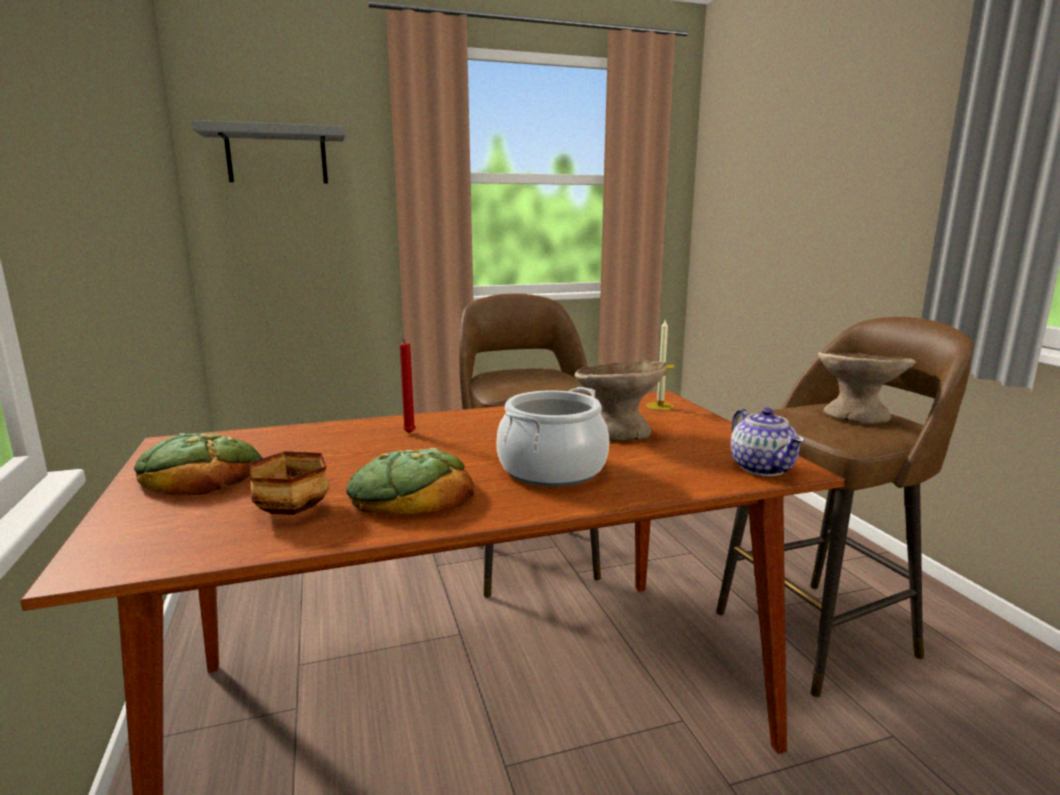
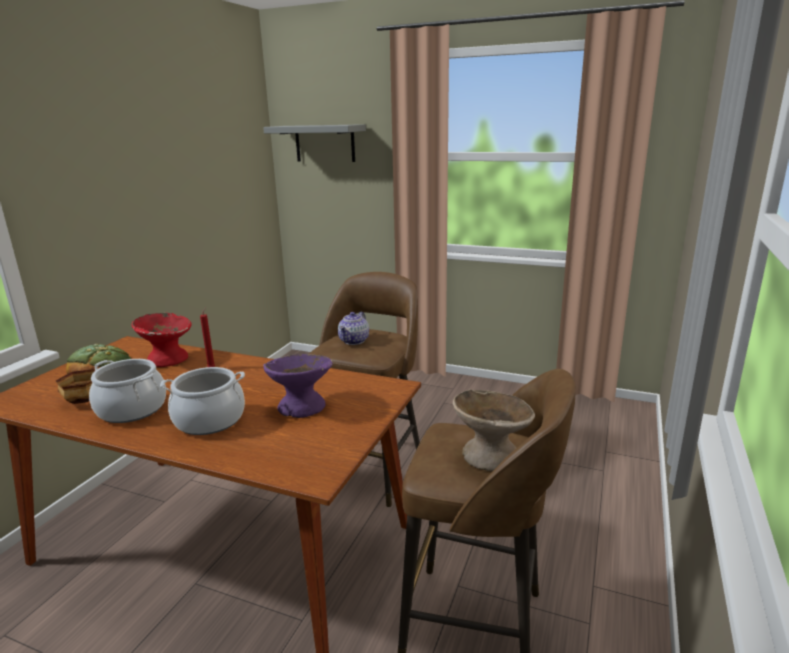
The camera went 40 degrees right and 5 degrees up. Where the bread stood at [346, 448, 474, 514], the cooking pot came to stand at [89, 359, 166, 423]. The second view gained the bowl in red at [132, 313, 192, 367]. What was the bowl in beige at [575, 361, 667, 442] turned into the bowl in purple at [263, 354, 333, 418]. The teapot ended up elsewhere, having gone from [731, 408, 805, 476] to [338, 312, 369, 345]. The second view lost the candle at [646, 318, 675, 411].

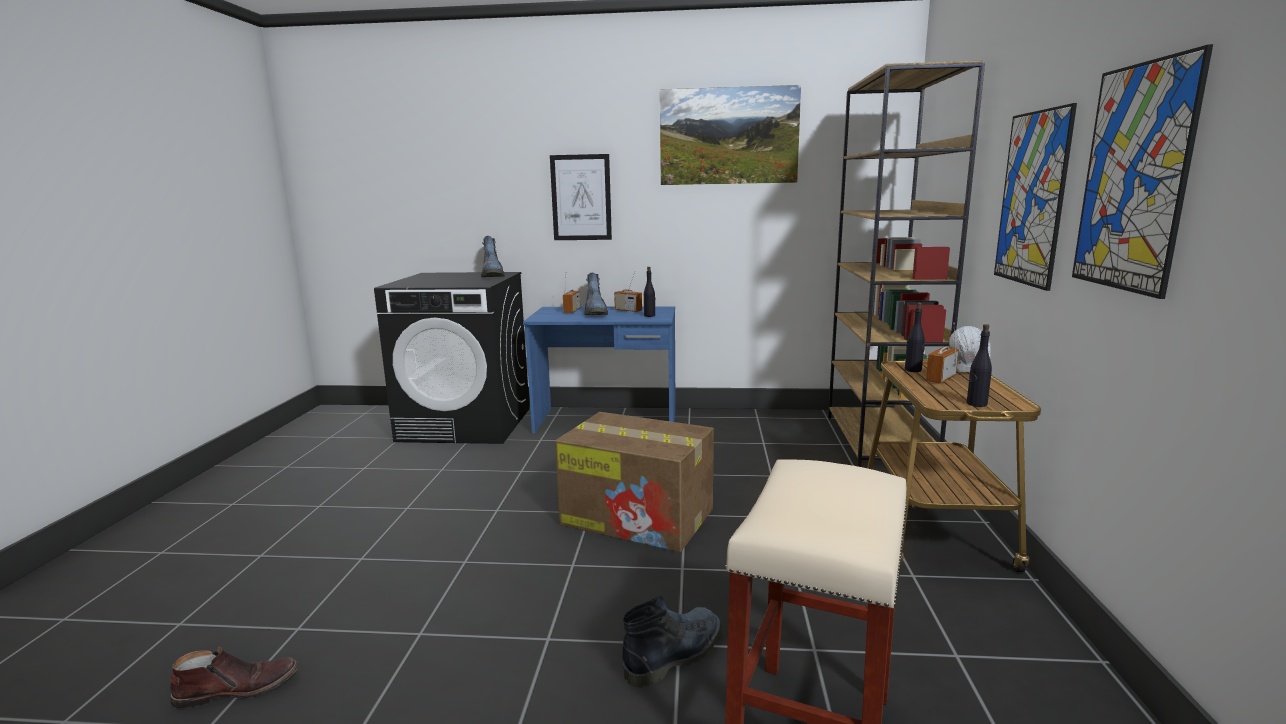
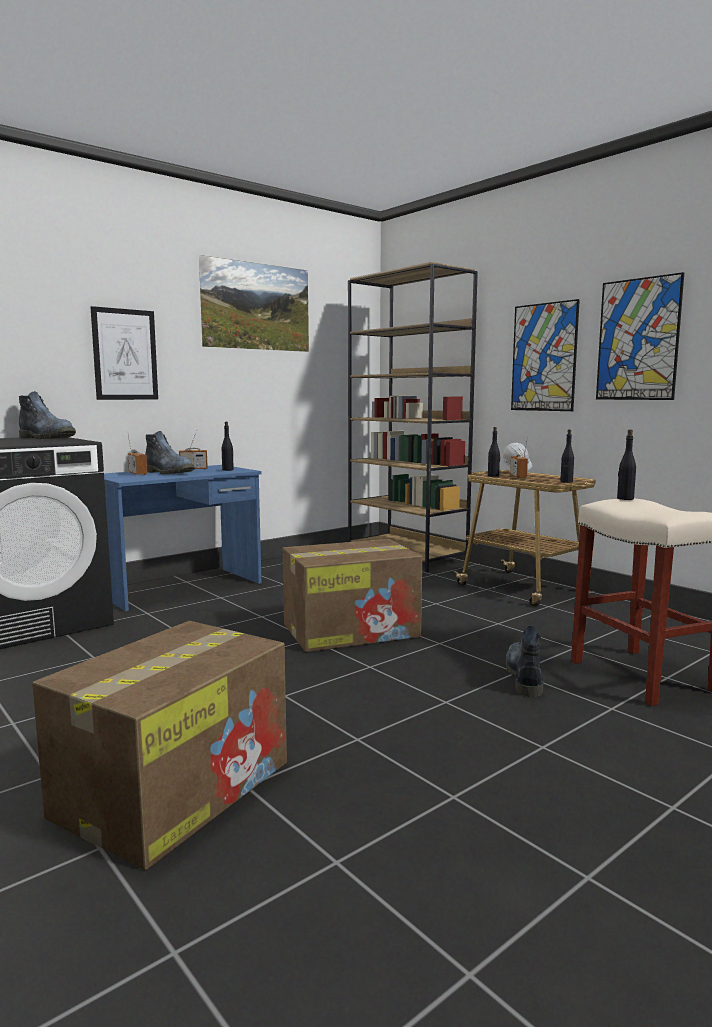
The camera went 45 degrees left and 5 degrees down. The second view gained the cardboard box at [32, 621, 287, 870]. The second view gained the bottle in black at [617, 430, 636, 500]. The second view lost the boot in brown at [170, 647, 299, 708].

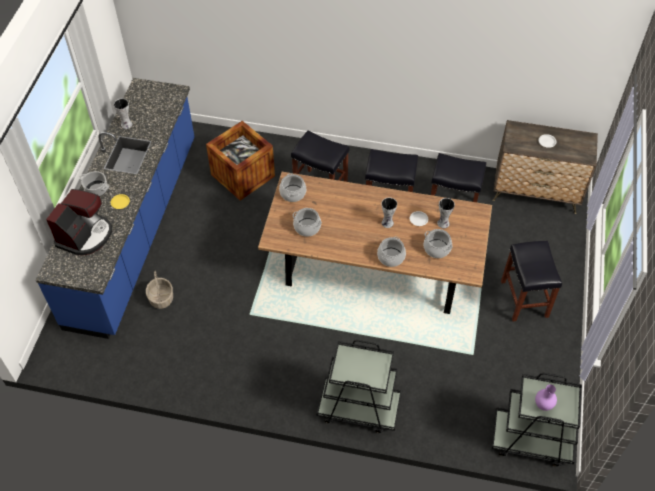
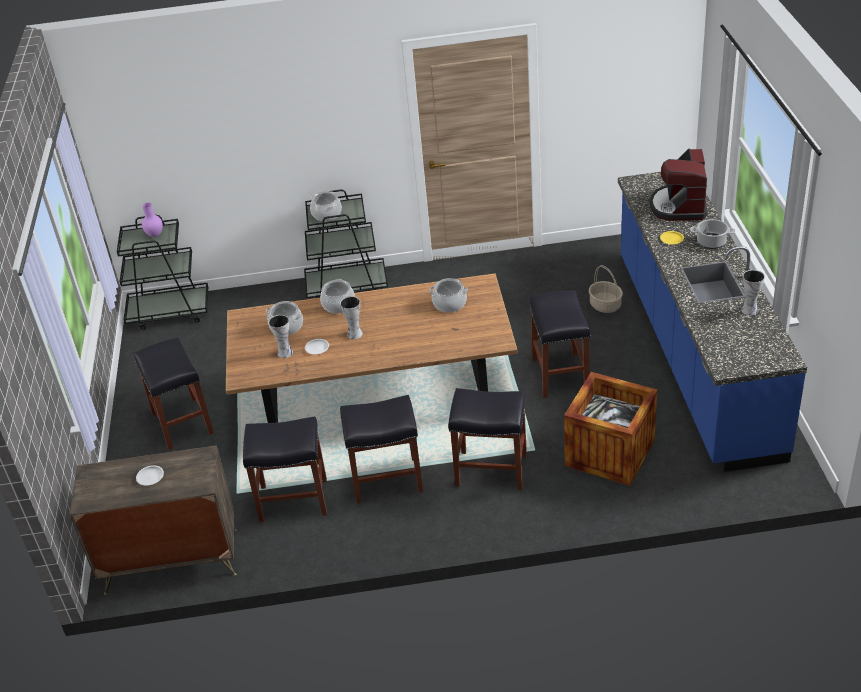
The camera went 165 degrees right and 15 degrees down. The cooking pot ended up elsewhere, having gone from [279, 173, 306, 202] to [310, 191, 342, 221]. The second view gained the stool in black at [529, 290, 590, 398].

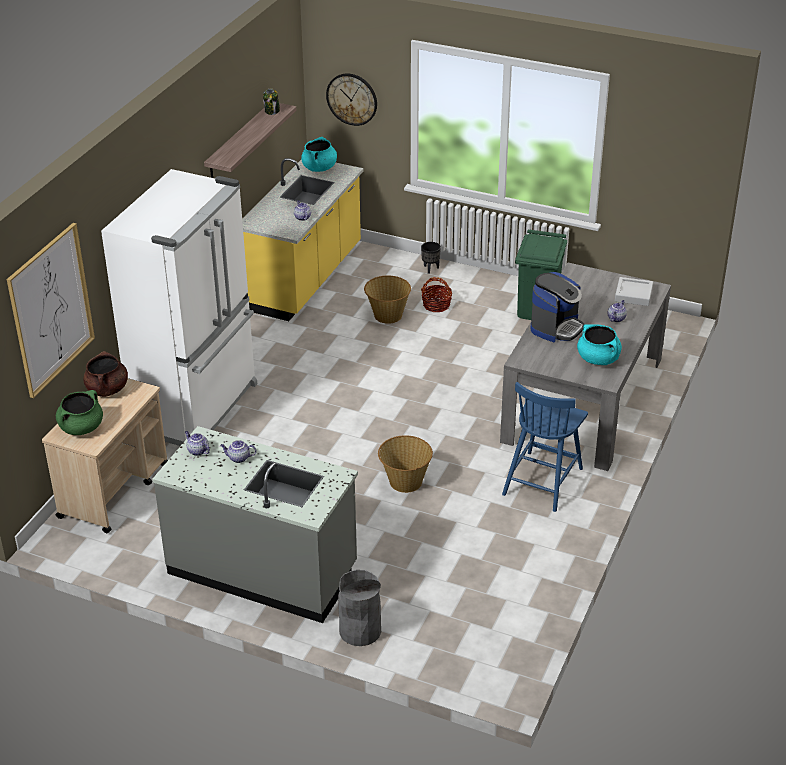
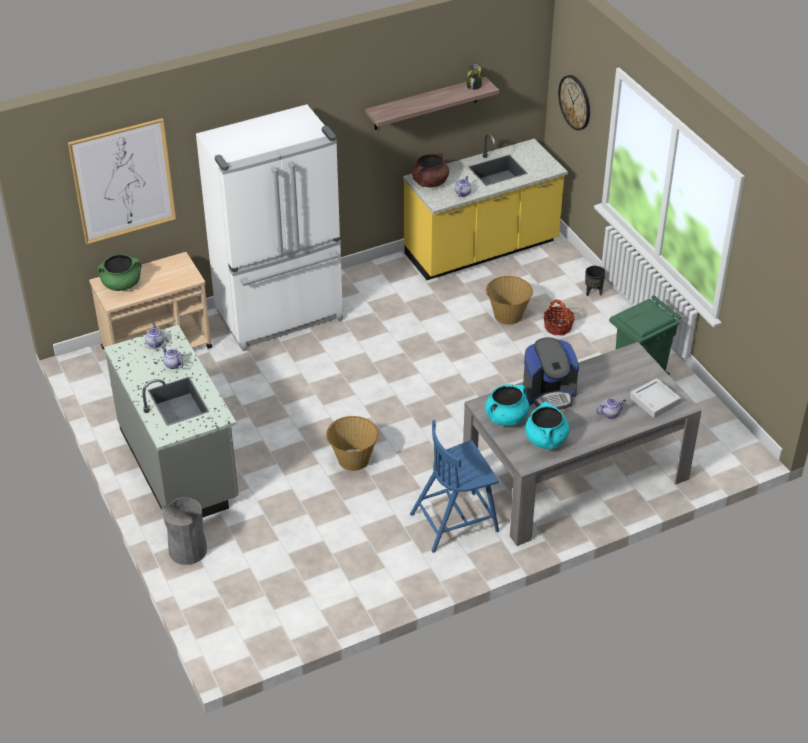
The camera went 40 degrees right and 5 degrees up. The cooking pot in brown ended up elsewhere, having gone from [83, 351, 128, 397] to [412, 152, 449, 187]. The cooking pot in turquoise ended up elsewhere, having gone from [301, 137, 337, 172] to [485, 384, 529, 426].

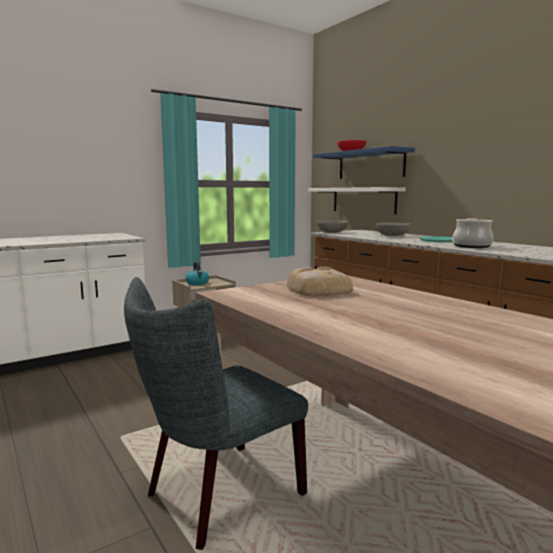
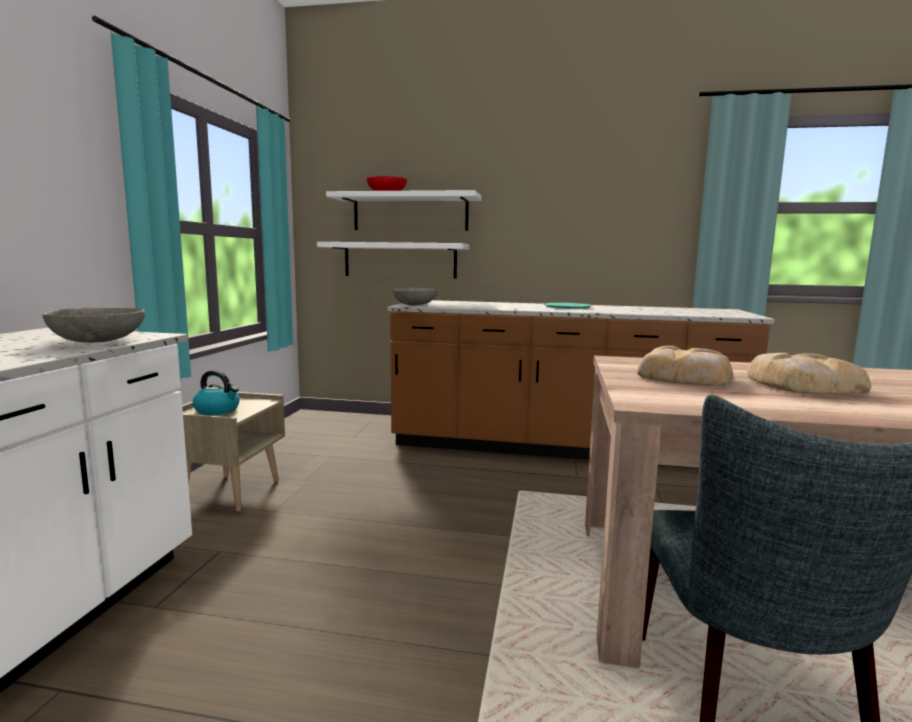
The camera went 45 degrees left and 0 degrees up. The bowl in grey ended up elsewhere, having gone from [376, 222, 411, 236] to [42, 308, 145, 343]. What was the shelf in blue at [313, 146, 415, 179] turned into the shelf in white at [326, 190, 482, 231]. The second view gained the bread at [747, 353, 871, 394]. The second view lost the cooking pot at [452, 218, 494, 248].

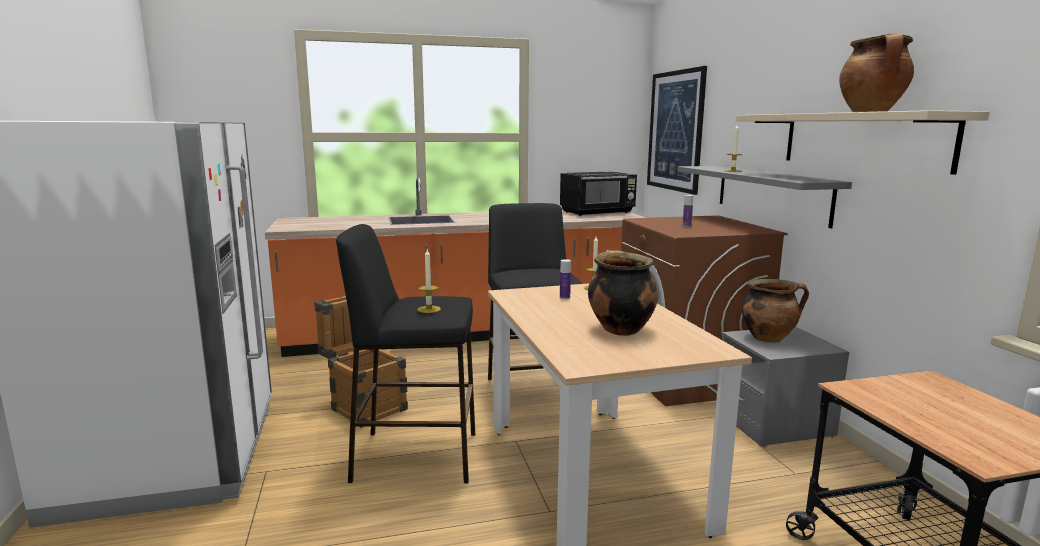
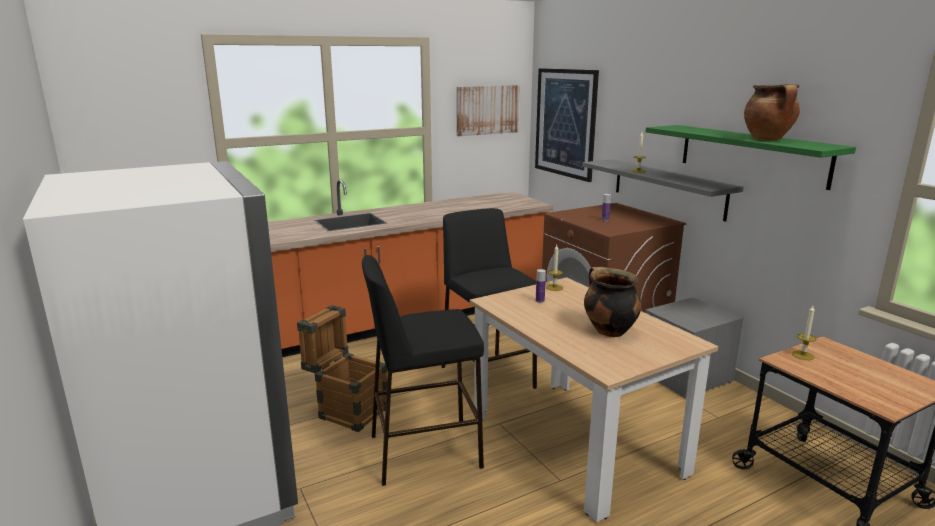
The camera went 15 degrees left and 5 degrees up. The second view gained the picture at [456, 85, 520, 136]. What was the shelf in beige at [736, 110, 990, 175] turned into the shelf in green at [645, 125, 856, 190]. The candle ended up elsewhere, having gone from [417, 249, 441, 313] to [792, 306, 816, 360]. The second view lost the microwave in black at [560, 172, 637, 216]. The second view lost the cooking pot at [742, 279, 809, 343].

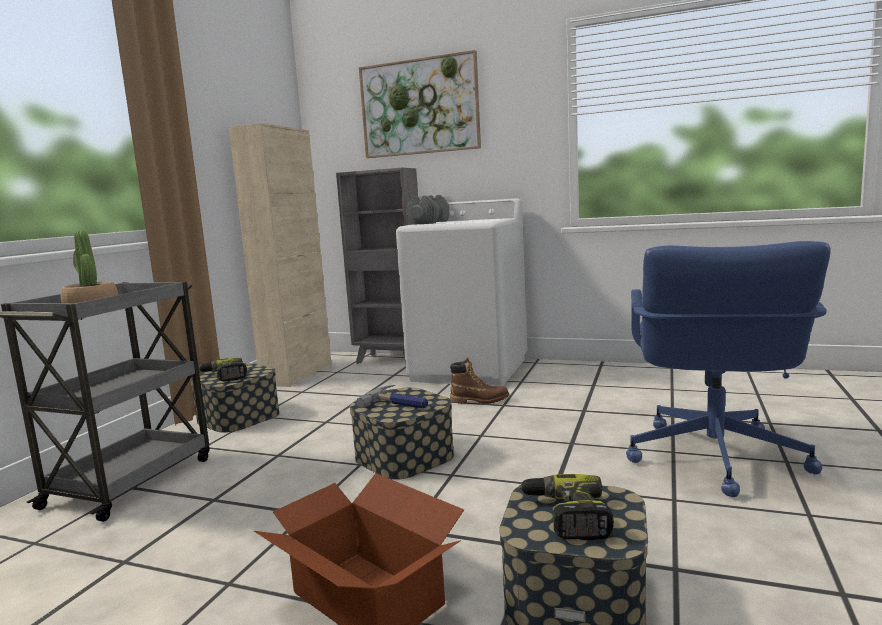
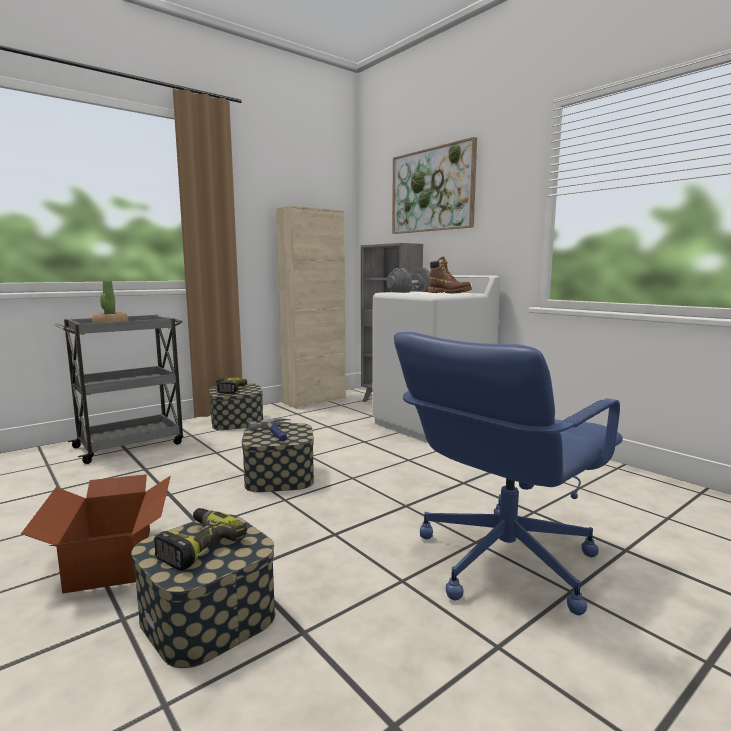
The camera went 30 degrees right and 0 degrees up. The boot in brown ended up elsewhere, having gone from [450, 358, 509, 404] to [428, 257, 472, 294].

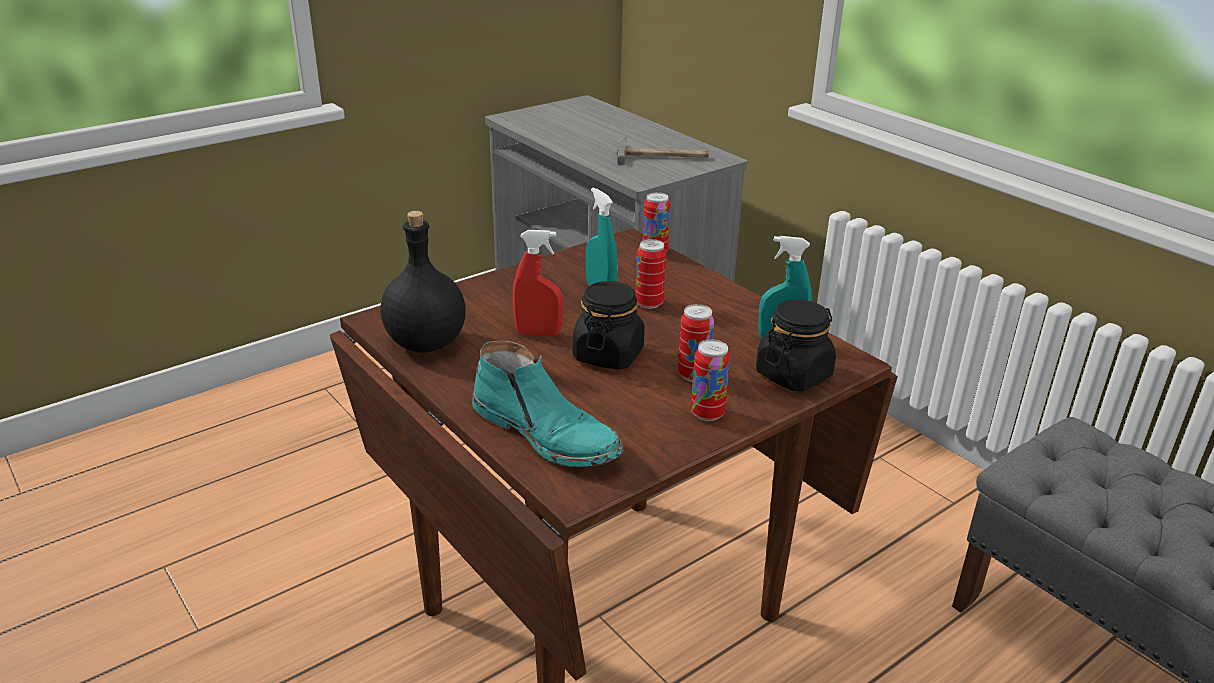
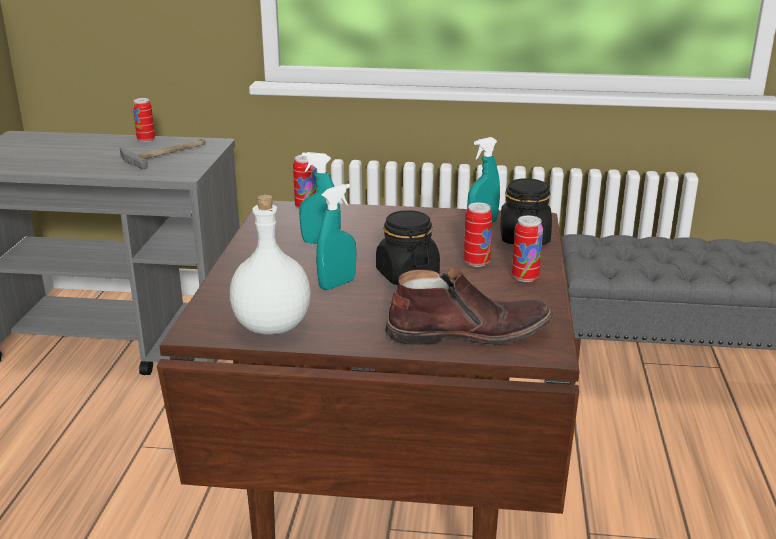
The camera went 45 degrees left and 5 degrees down. The can ended up elsewhere, having gone from [635, 239, 666, 309] to [133, 98, 155, 142]. What was the bottle in black at [381, 211, 466, 353] turned into the bottle in white at [230, 195, 311, 335]. What was the spray bottle in red at [513, 230, 563, 336] turned into the spray bottle in turquoise at [316, 184, 356, 290]. What was the boot in turquoise at [472, 341, 624, 467] turned into the boot in brown at [385, 267, 553, 345].

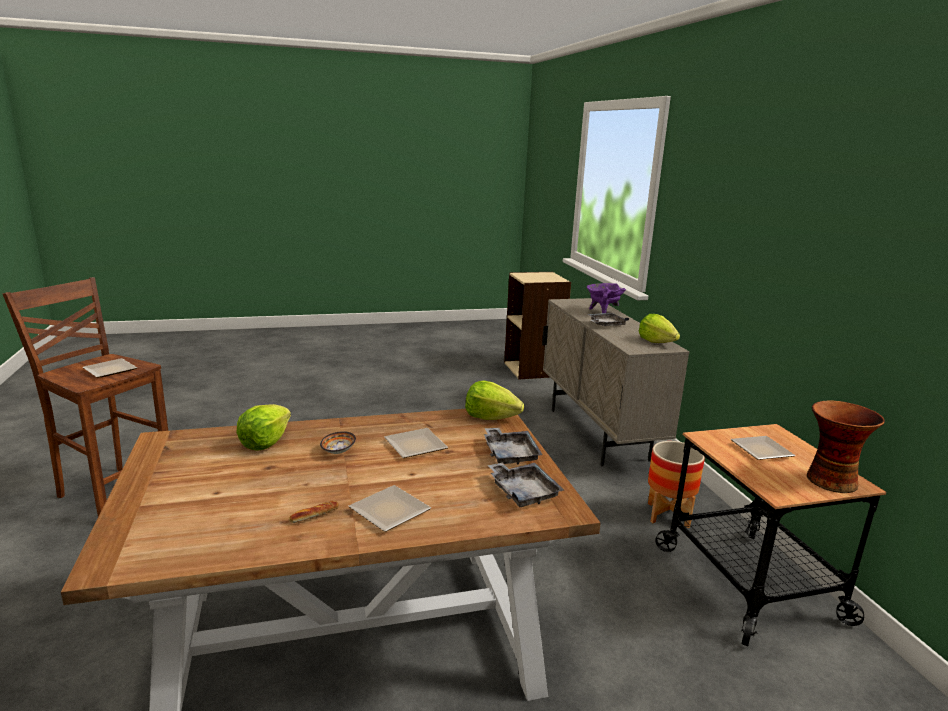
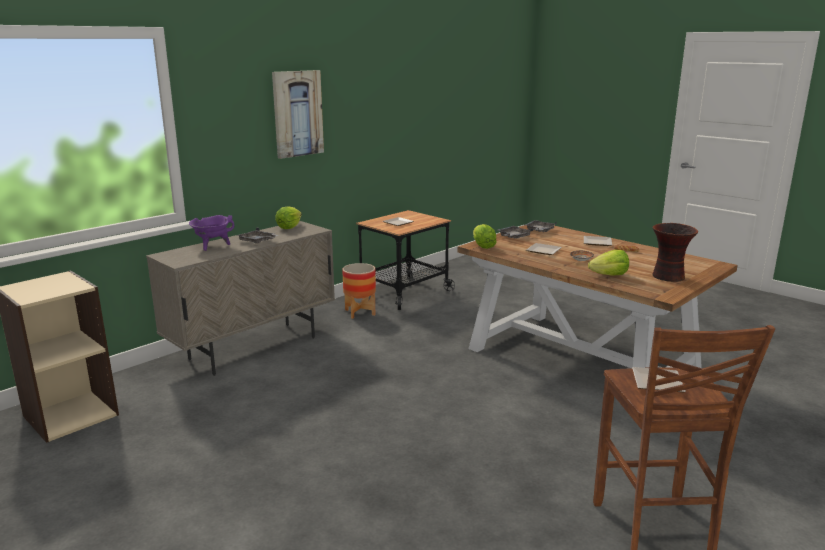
The camera went 120 degrees left and 0 degrees up. The second view gained the picture at [272, 70, 324, 159]. The vase ended up elsewhere, having gone from [807, 401, 885, 493] to [652, 223, 698, 282].

